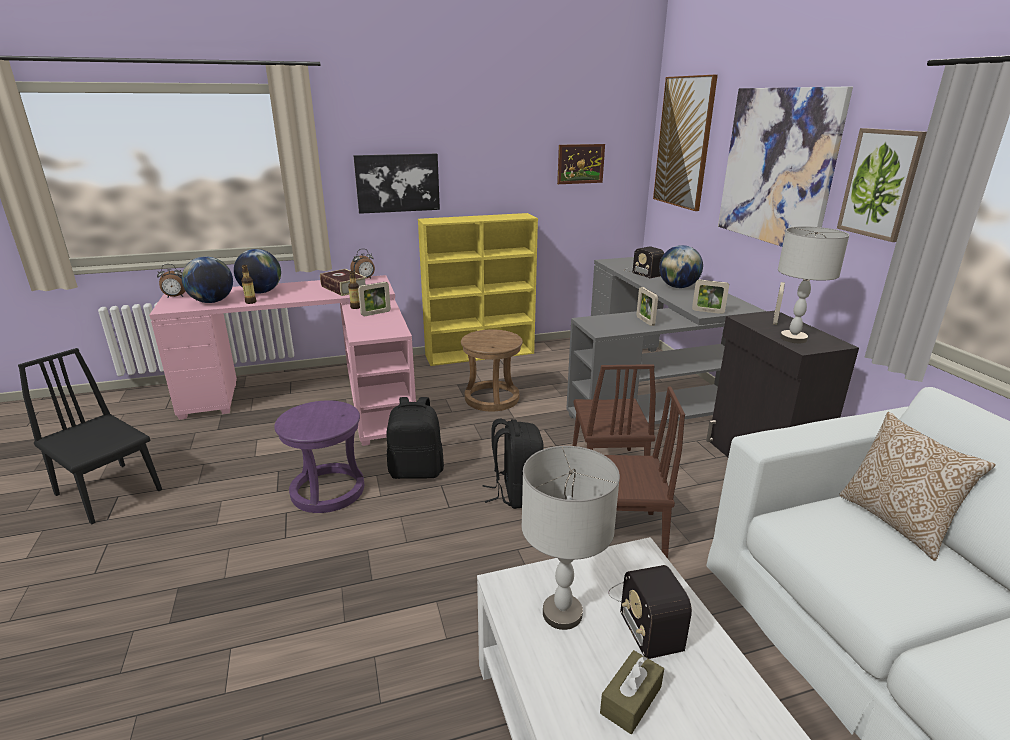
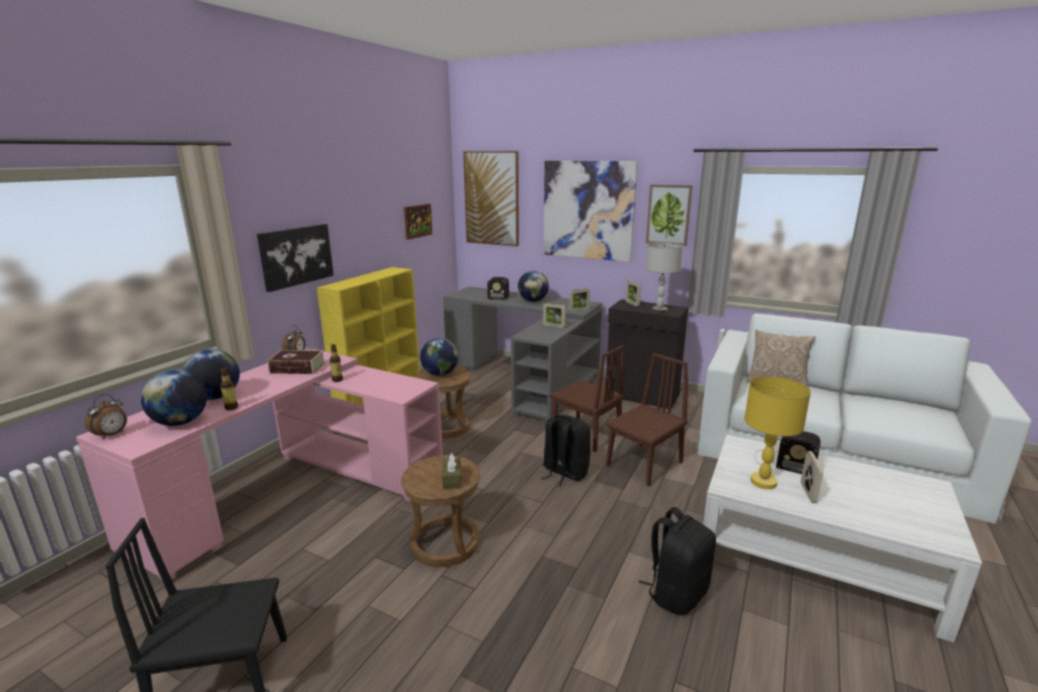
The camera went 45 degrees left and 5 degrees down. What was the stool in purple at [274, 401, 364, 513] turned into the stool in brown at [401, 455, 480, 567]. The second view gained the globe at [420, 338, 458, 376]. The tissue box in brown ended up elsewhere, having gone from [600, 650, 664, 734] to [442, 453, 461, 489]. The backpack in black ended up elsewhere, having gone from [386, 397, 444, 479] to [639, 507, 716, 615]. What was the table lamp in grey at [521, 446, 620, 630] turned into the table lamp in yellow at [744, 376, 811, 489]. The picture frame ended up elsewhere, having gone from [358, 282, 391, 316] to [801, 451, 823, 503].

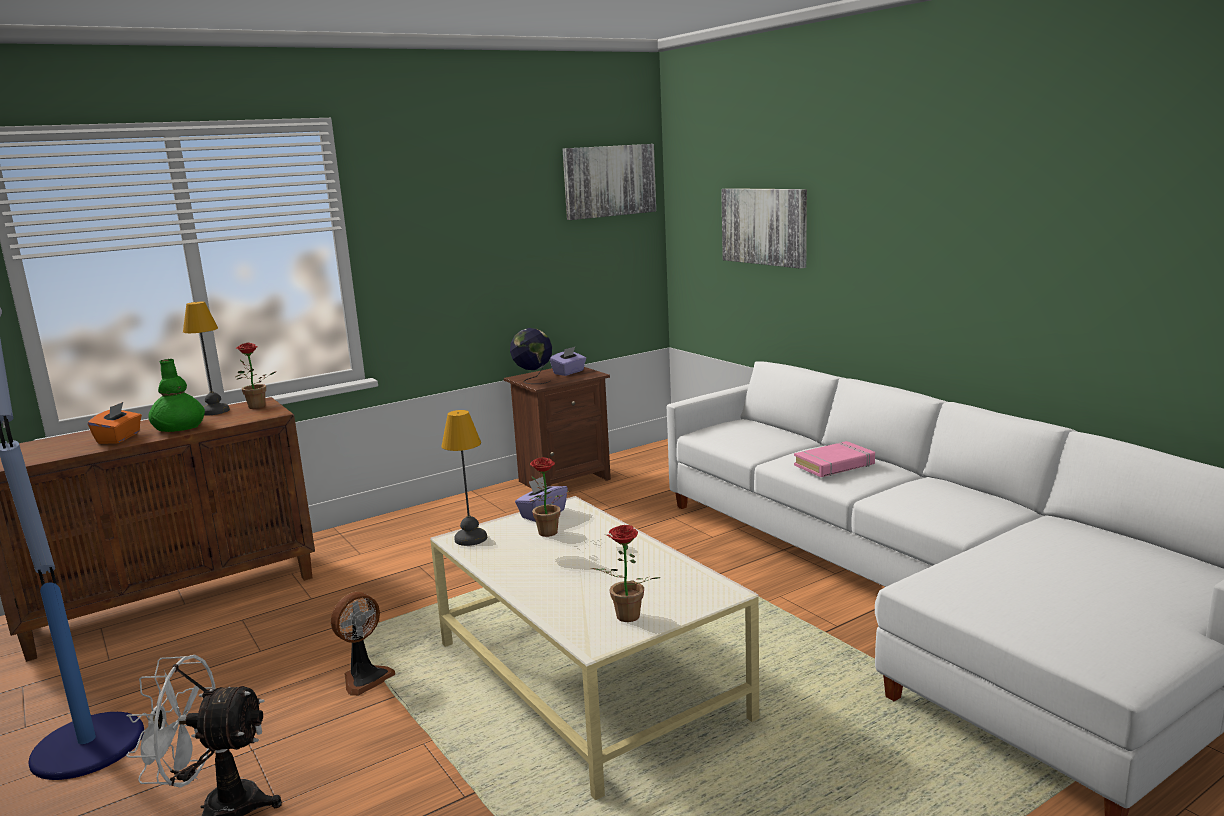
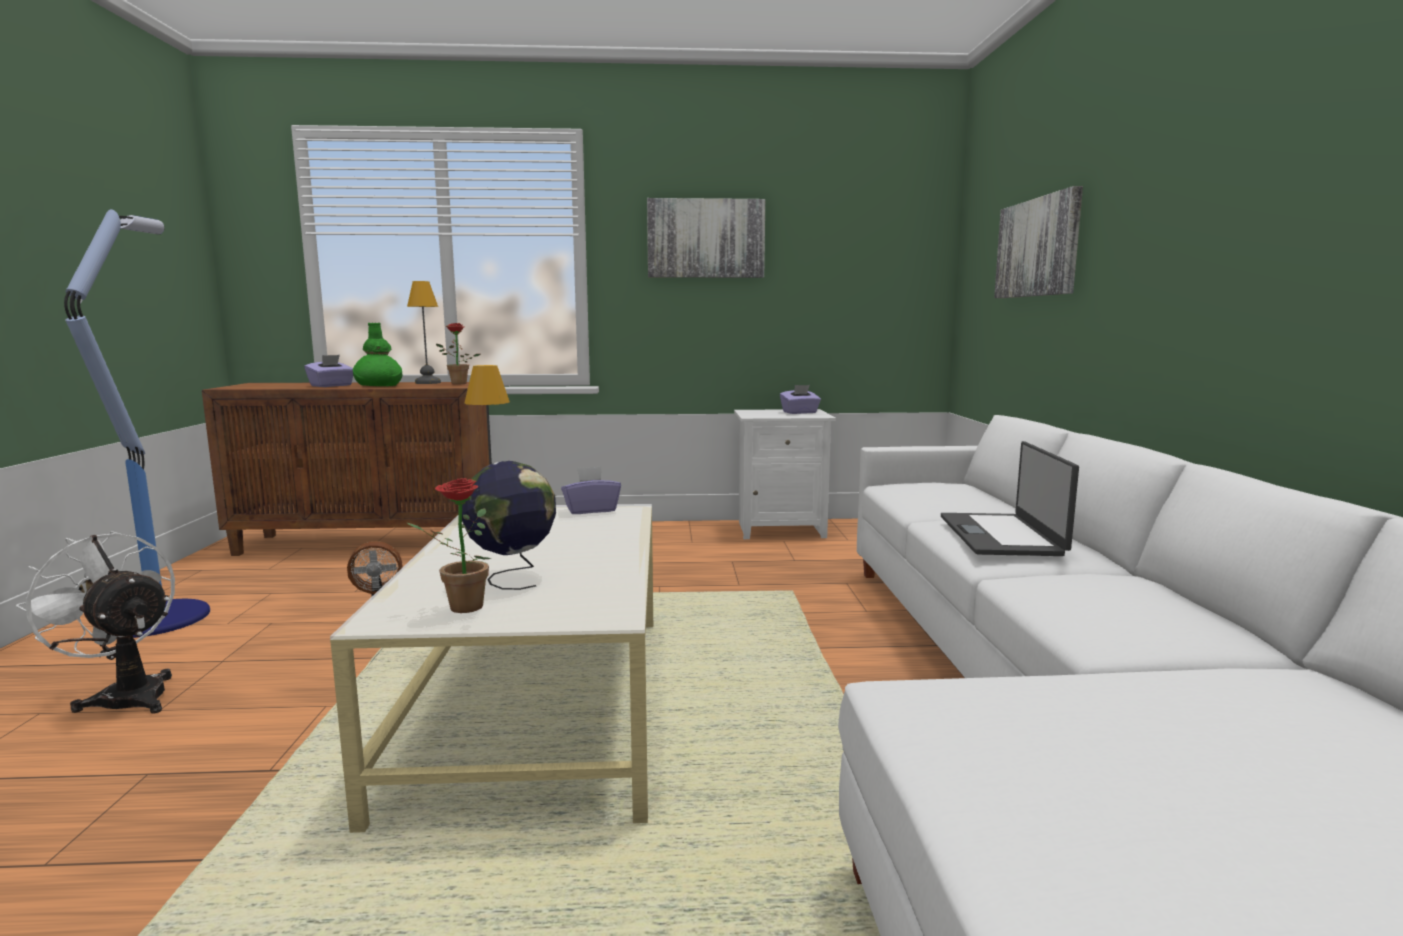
The camera went 30 degrees right and 5 degrees down. What was the tissue box in orange at [88, 402, 142, 444] turned into the tissue box in purple at [304, 355, 353, 387]. The globe ended up elsewhere, having gone from [510, 328, 552, 384] to [462, 461, 556, 590]. The picture ended up elsewhere, having gone from [563, 144, 656, 220] to [647, 198, 765, 278]. What was the nightstand in brown at [504, 367, 611, 489] turned into the nightstand in white at [734, 409, 836, 539]. Where the book in pink stood at [794, 441, 875, 477], the laptop came to stand at [941, 441, 1079, 556]. The second view lost the potted plant at [529, 457, 570, 537].

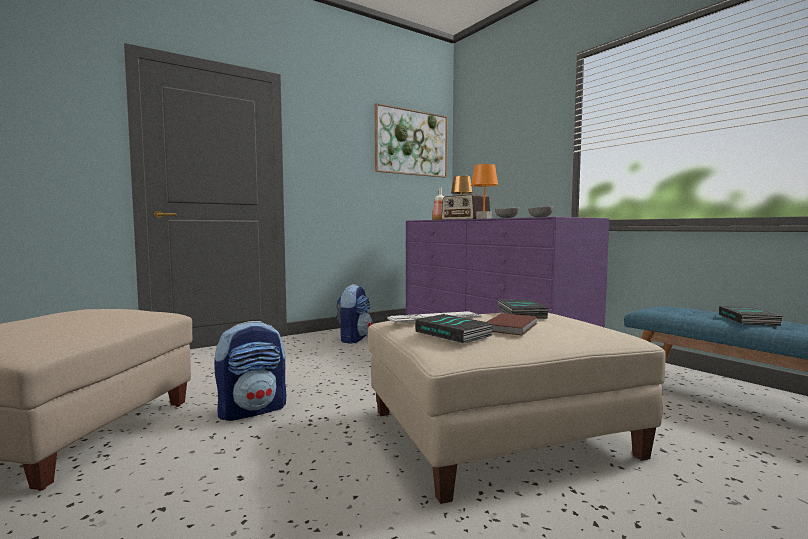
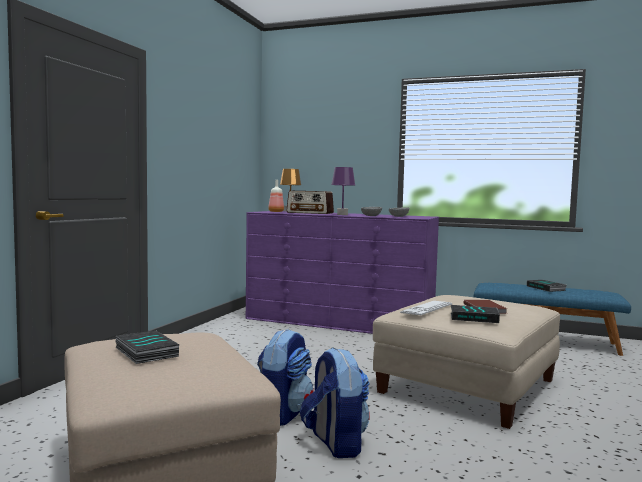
The camera went 35 degrees left and 0 degrees up. The book ended up elsewhere, having gone from [498, 299, 548, 319] to [115, 330, 179, 364]. The backpack ended up elsewhere, having gone from [336, 284, 373, 344] to [300, 347, 370, 458]. What was the table lamp in orange at [471, 164, 498, 219] turned into the table lamp in purple at [331, 167, 355, 215]. The second view lost the picture at [375, 103, 448, 178].

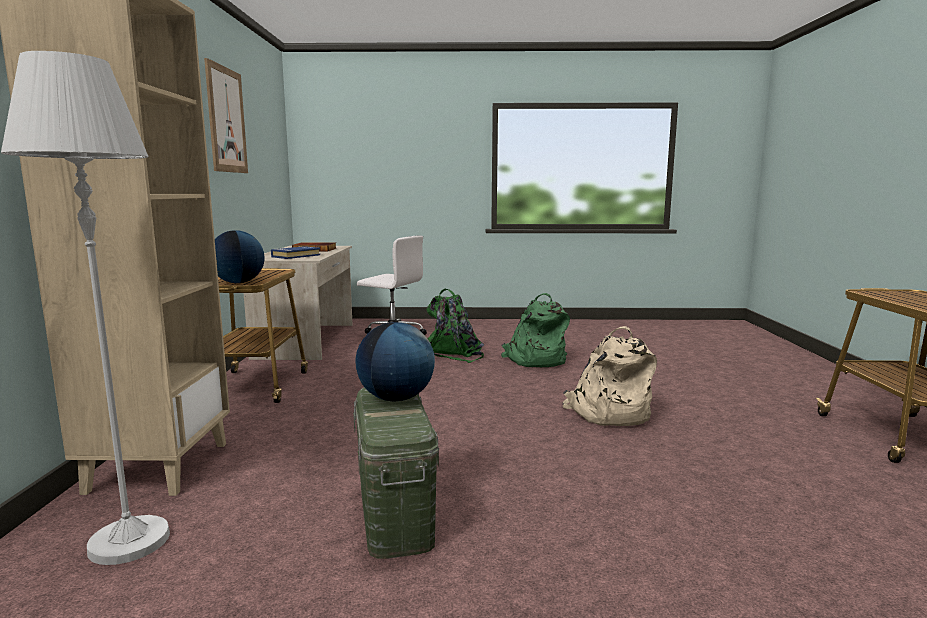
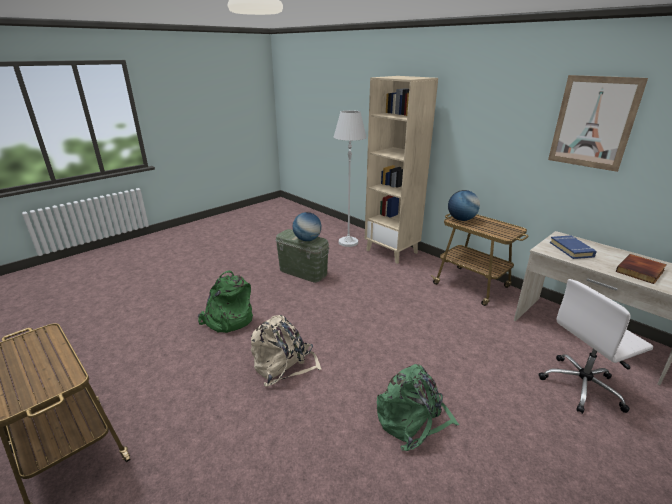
The camera went 135 degrees right and 15 degrees up. The backpack in green ended up elsewhere, having gone from [426, 289, 484, 363] to [197, 270, 253, 333].

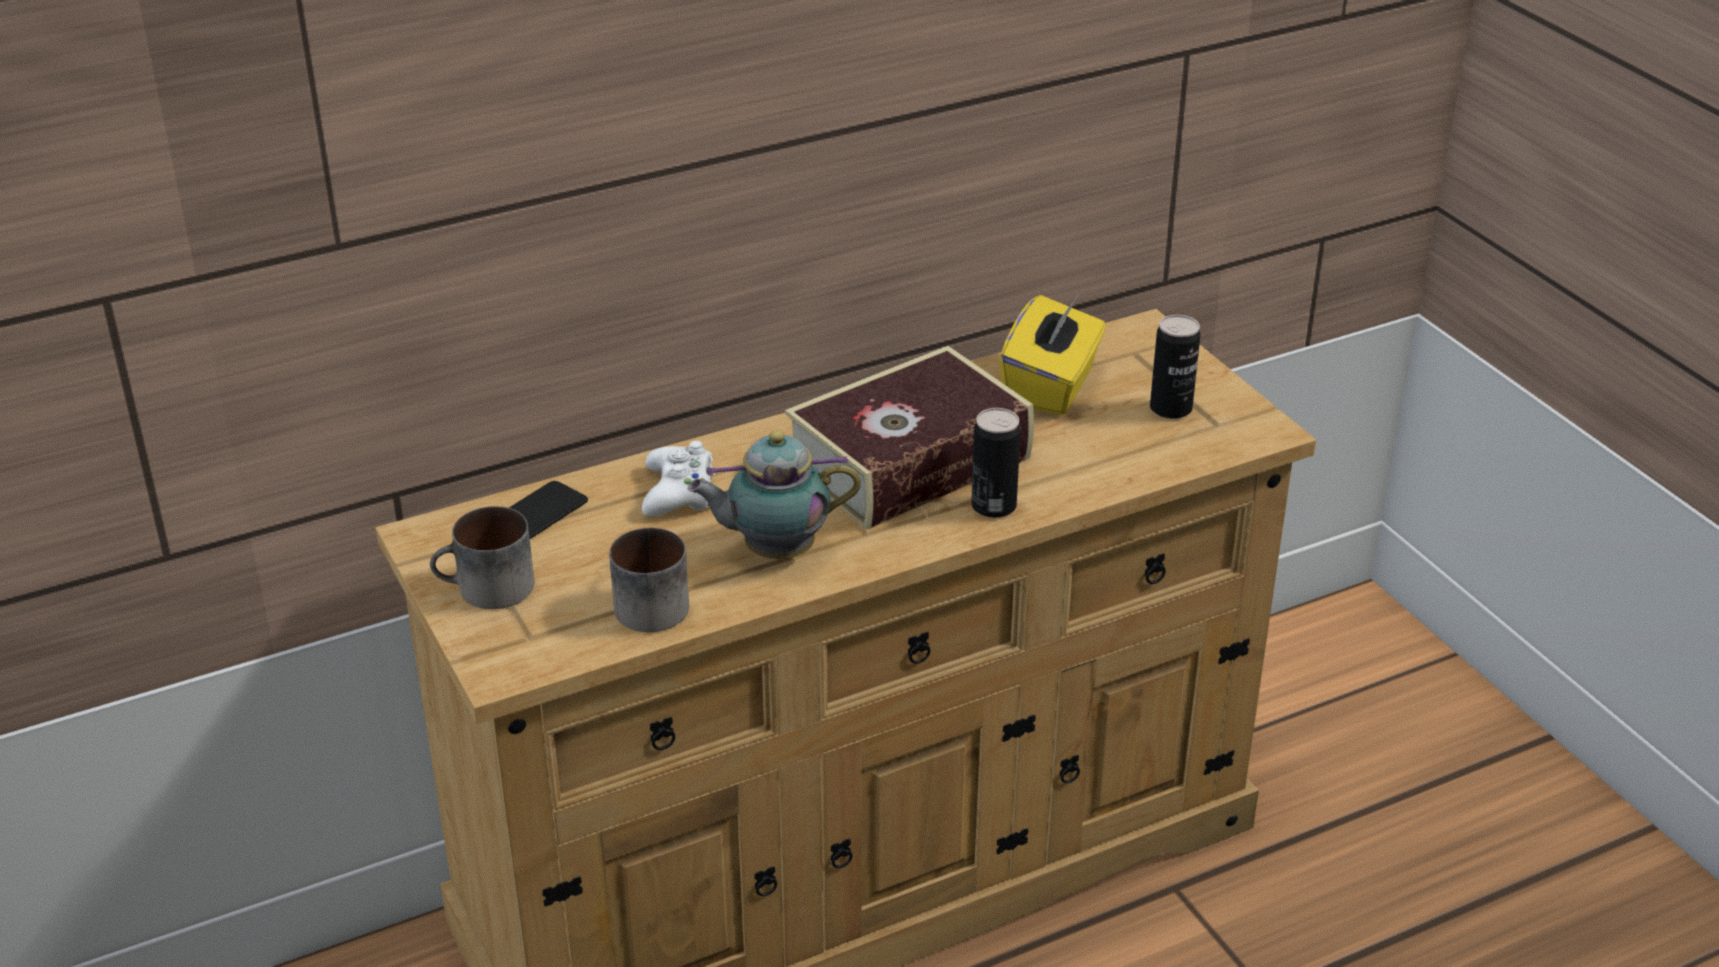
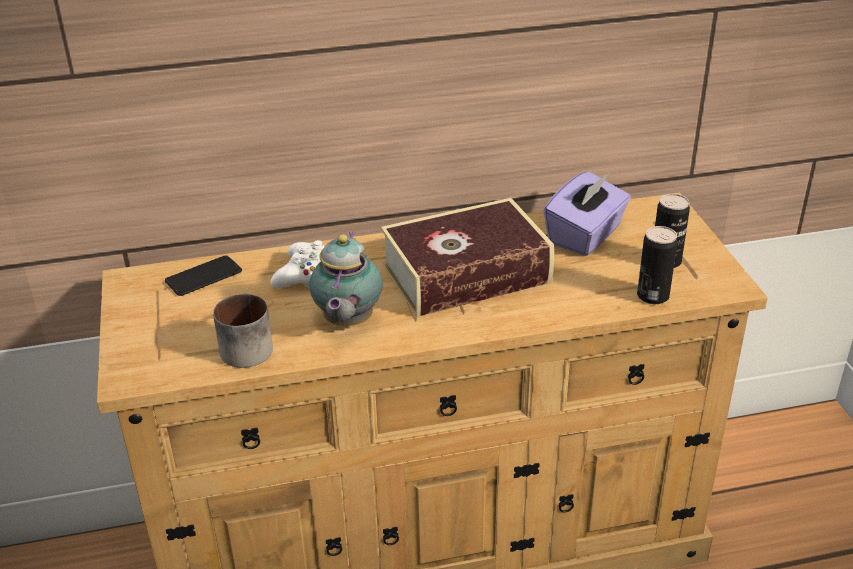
The camera went 15 degrees right and 0 degrees up. The teapot at [688, 430, 861, 559] ended up facing another way, 90 degrees counterclockwise from before. What was the tissue box in yellow at [1000, 295, 1106, 415] turned into the tissue box in purple at [544, 171, 631, 256]. The can ended up elsewhere, having gone from [971, 408, 1021, 518] to [637, 226, 678, 304]. The second view lost the mug at [430, 506, 534, 609].

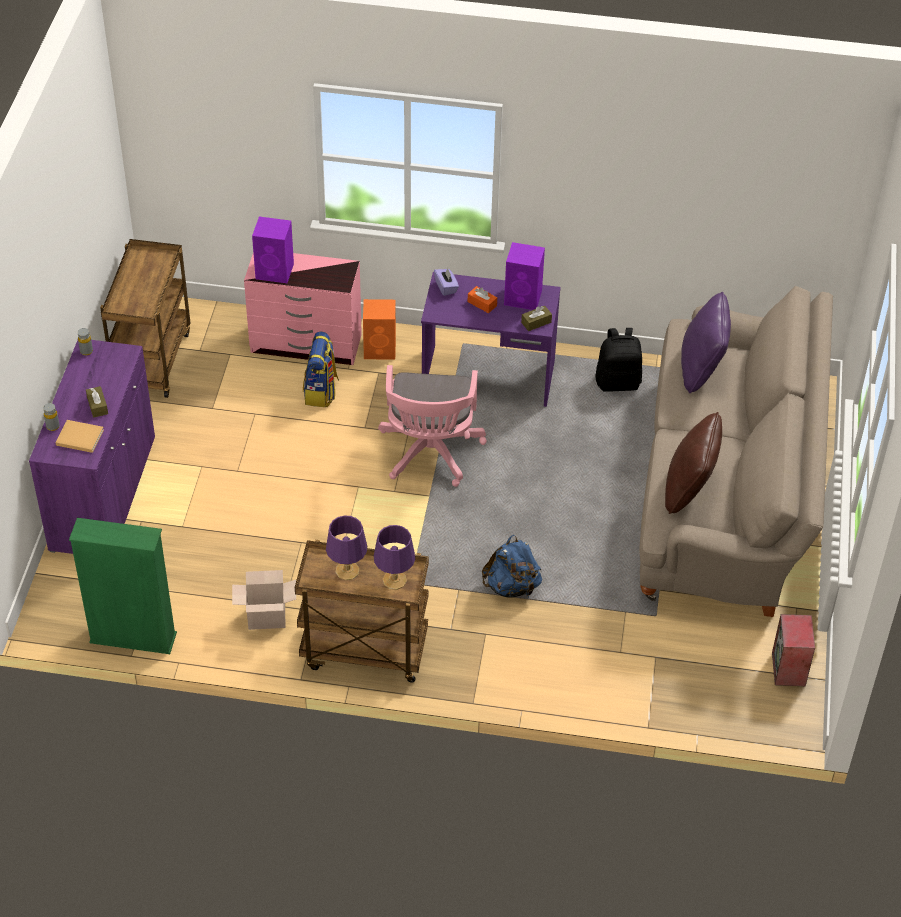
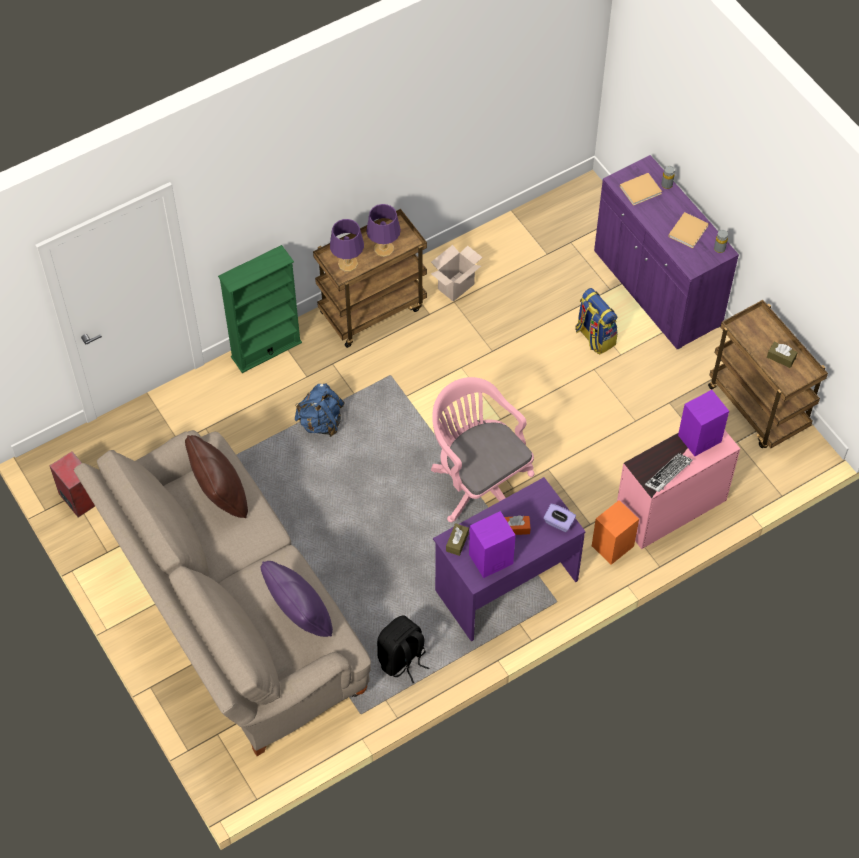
The camera went 140 degrees right and 10 degrees up. The bookcase in green ended up elsewhere, having gone from [69, 518, 177, 654] to [218, 245, 302, 373]. The backpack ended up elsewhere, having gone from [303, 332, 339, 407] to [575, 288, 617, 354]. The second view gained the keyboard at [645, 453, 693, 492]. The second view gained the book in beige at [668, 212, 709, 248]. The tissue box in brown ended up elsewhere, having gone from [86, 386, 108, 418] to [767, 342, 798, 368].

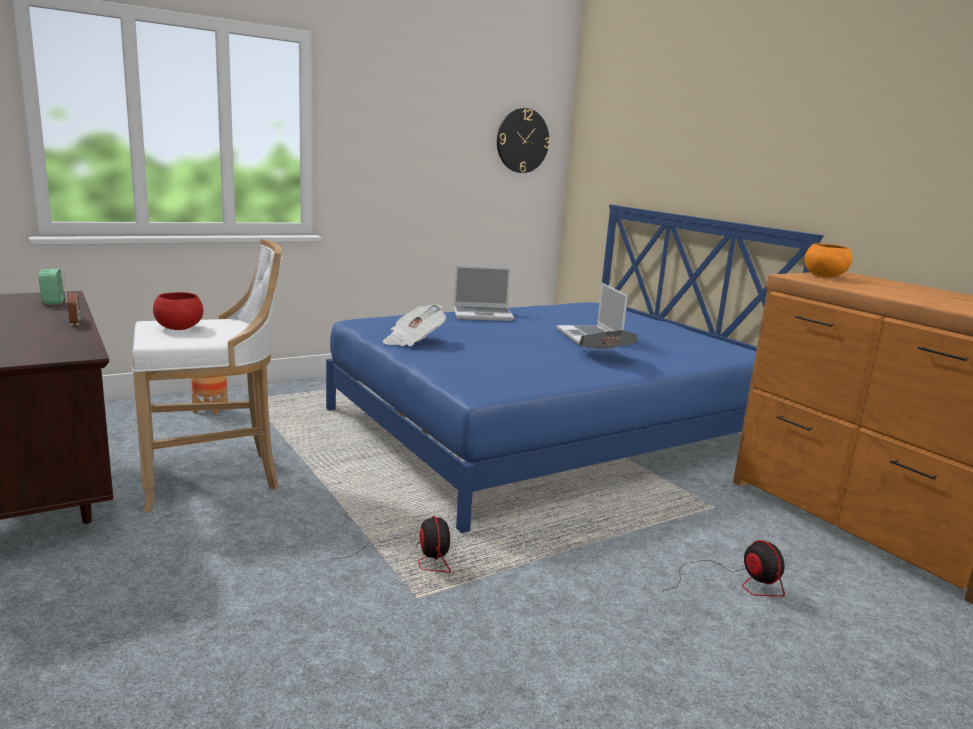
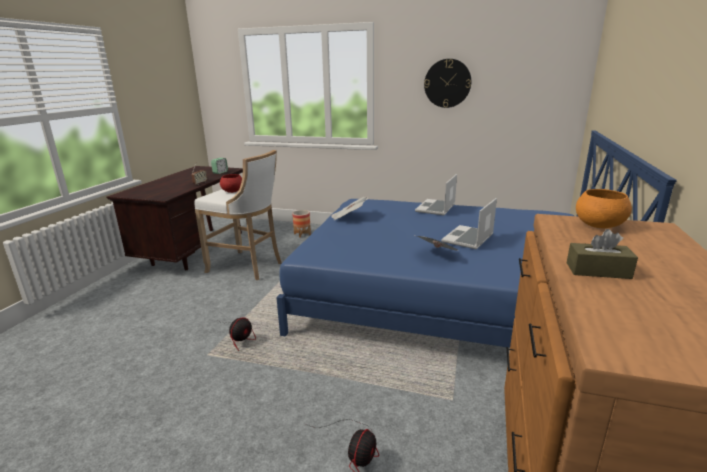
The camera went 50 degrees right and 5 degrees up. The laptop at [453, 265, 514, 321] ended up facing another way, 75 degrees clockwise from before. The wall clock ended up elsewhere, having gone from [497, 108, 550, 173] to [424, 59, 471, 108]. The second view gained the tissue box in brown at [567, 229, 638, 279].

